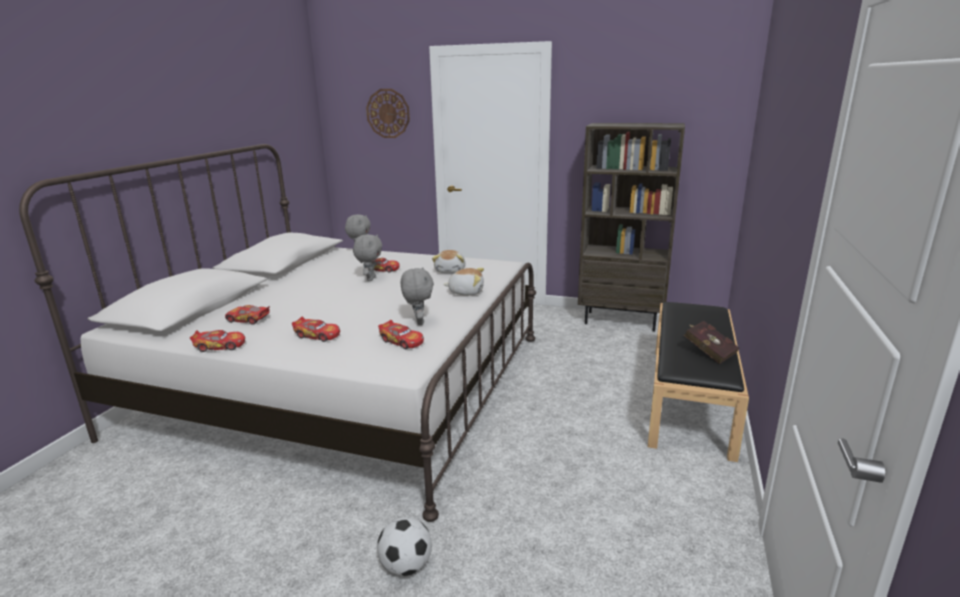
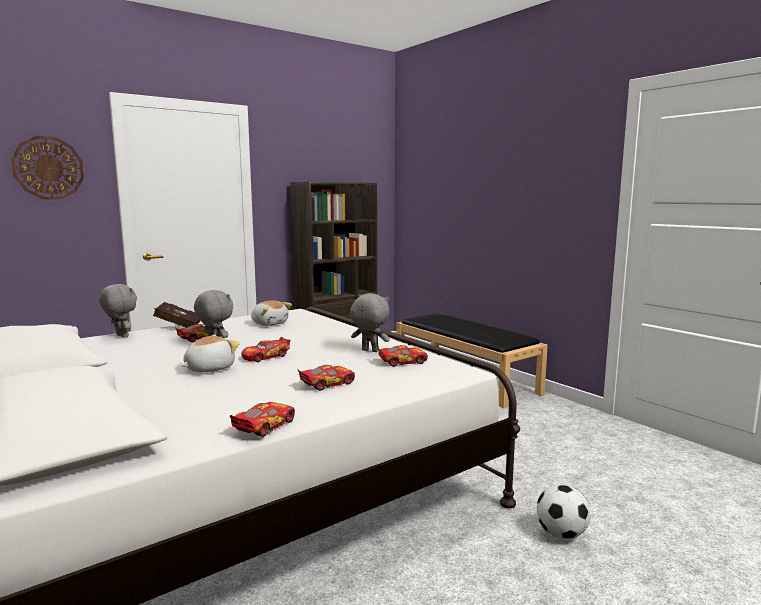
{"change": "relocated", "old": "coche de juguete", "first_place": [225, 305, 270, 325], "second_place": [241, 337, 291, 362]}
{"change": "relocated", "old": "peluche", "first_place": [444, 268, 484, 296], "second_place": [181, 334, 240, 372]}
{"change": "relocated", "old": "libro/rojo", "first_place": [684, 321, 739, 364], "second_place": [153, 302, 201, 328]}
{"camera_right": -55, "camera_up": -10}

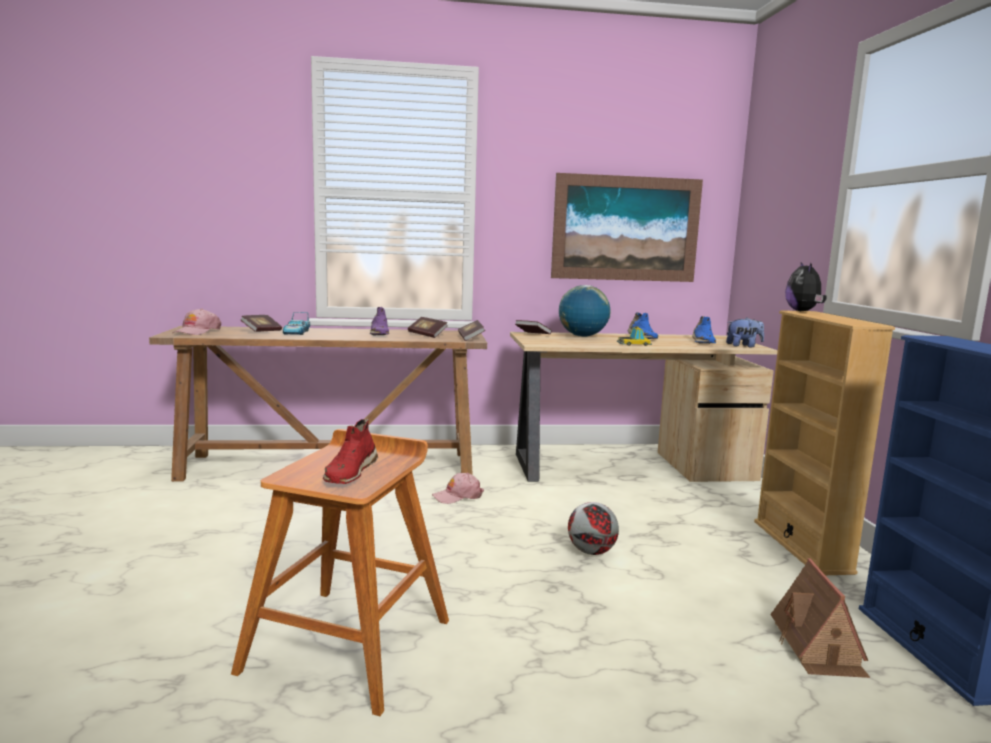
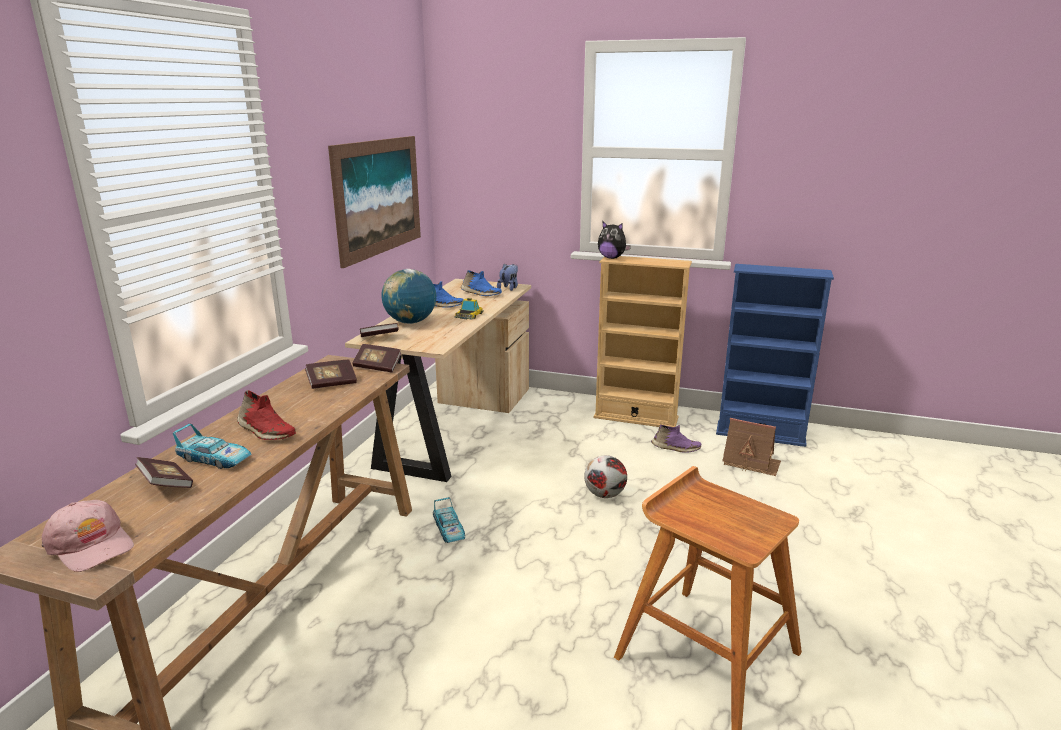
{"change": "relocated", "old": "zapato/rojo", "first_place": [323, 419, 378, 484], "second_place": [237, 390, 296, 440]}
{"change": "relocated", "old": "zapato/morado", "first_place": [370, 307, 389, 335], "second_place": [651, 424, 701, 453]}
{"change": "exchanged", "old": "gorra/rosa", "new": "coche de juguete", "first_place": [432, 473, 484, 504], "second_place": [433, 497, 465, 543]}
{"camera_right": -65, "camera_up": 10}

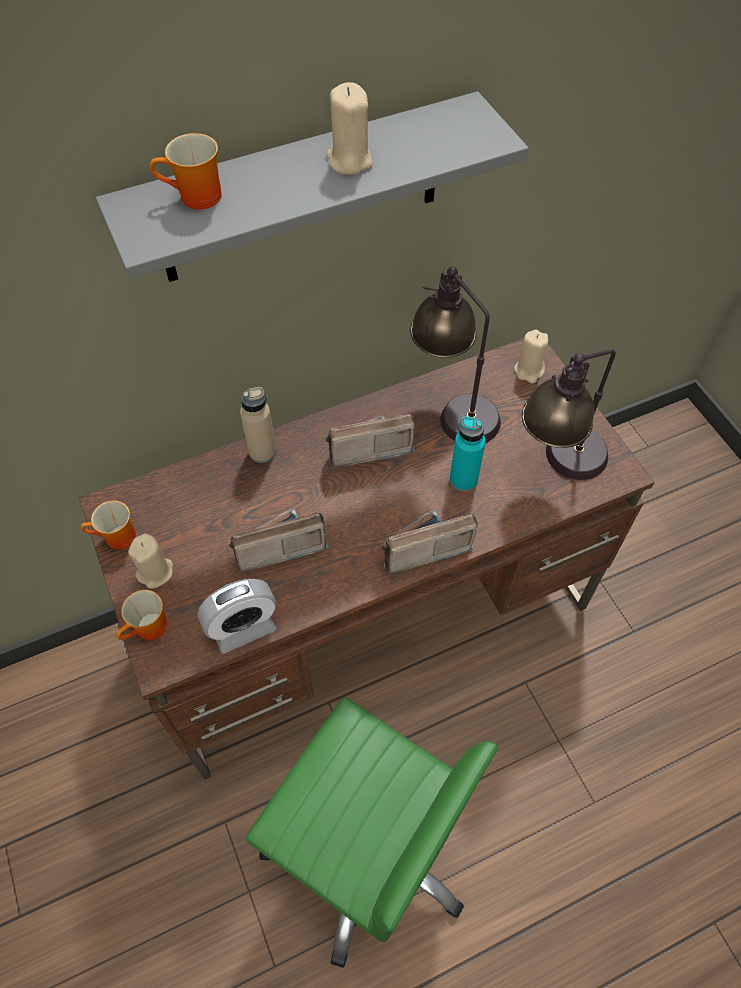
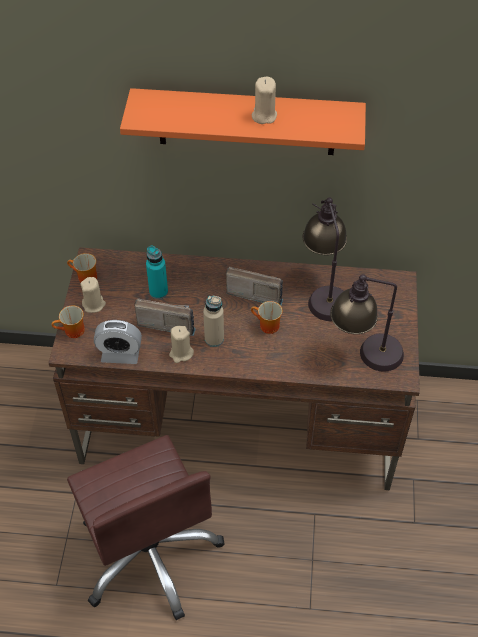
{"change": "colour", "old": "estante/gris", "new": "estante/naranja", "first_place": [96, 91, 529, 282], "second_place": [120, 88, 366, 155]}
{"change": "relocated", "old": "taza grande", "first_place": [150, 133, 222, 210], "second_place": [251, 301, 282, 334]}
{"change": "relocated", "old": "botella/beis", "first_place": [240, 387, 276, 463], "second_place": [203, 296, 224, 347]}
{"change": "colour", "old": "silla de oficina/verde", "new": "silla de oficina/marrón", "first_place": [246, 697, 498, 968], "second_place": [67, 435, 224, 620]}
{"change": "missing", "old": "radio", "first_place": [381, 510, 478, 574]}
{"change": "relocated", "old": "botella/turquesa", "first_place": [450, 416, 486, 492], "second_place": [146, 246, 168, 299]}
{"change": "relocated", "old": "vela/beis", "first_place": [514, 329, 548, 384], "second_place": [169, 326, 194, 363]}
{"camera_right": 30, "camera_up": -5}

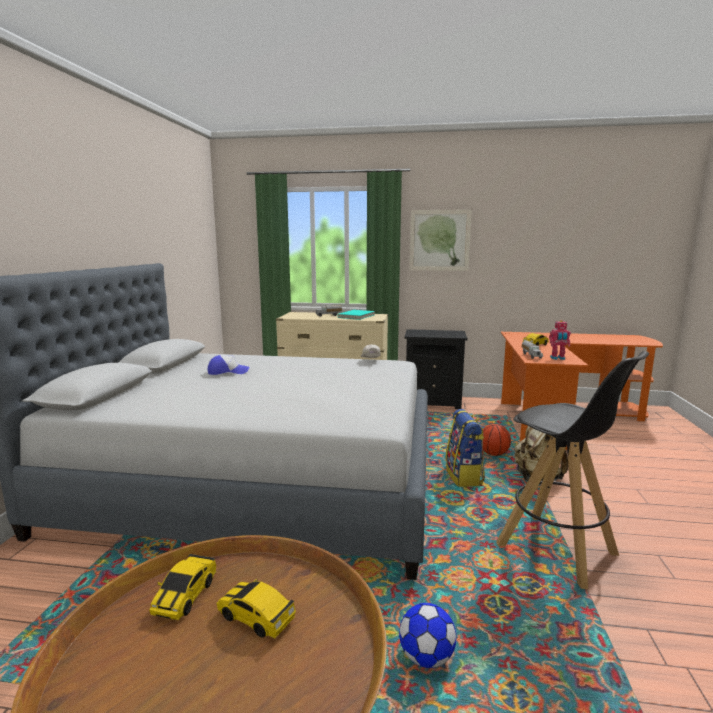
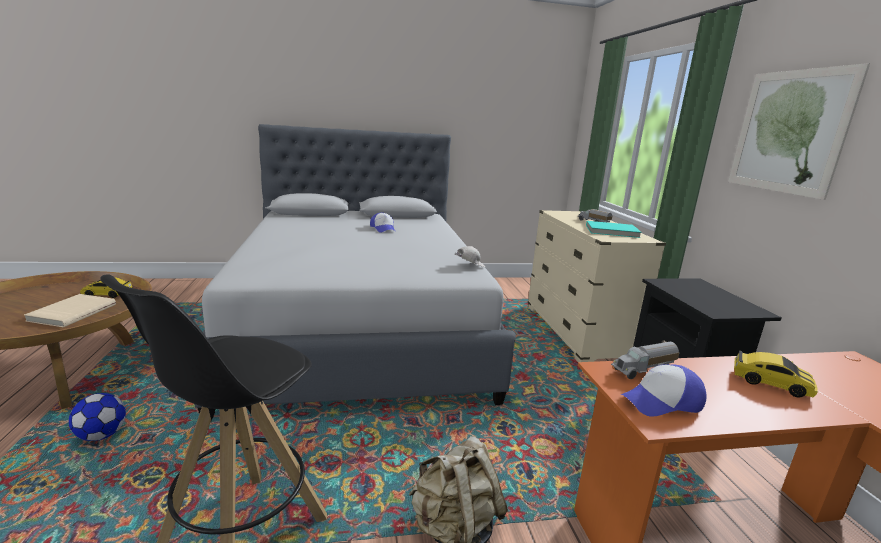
{"change": "exchanged", "old": "coche de juguete", "new": "libro/beis", "first_place": [216, 579, 296, 639], "second_place": [24, 294, 116, 327]}
{"change": "missing", "old": "mochila", "first_place": [445, 409, 485, 487]}
{"change": "missing", "old": "balón de baloncesto", "first_place": [483, 424, 511, 456]}
{"change": "exchanged", "old": "robot de juguete", "new": "gorra", "first_place": [549, 320, 571, 360], "second_place": [620, 364, 707, 417]}
{"camera_right": 70, "camera_up": 5}

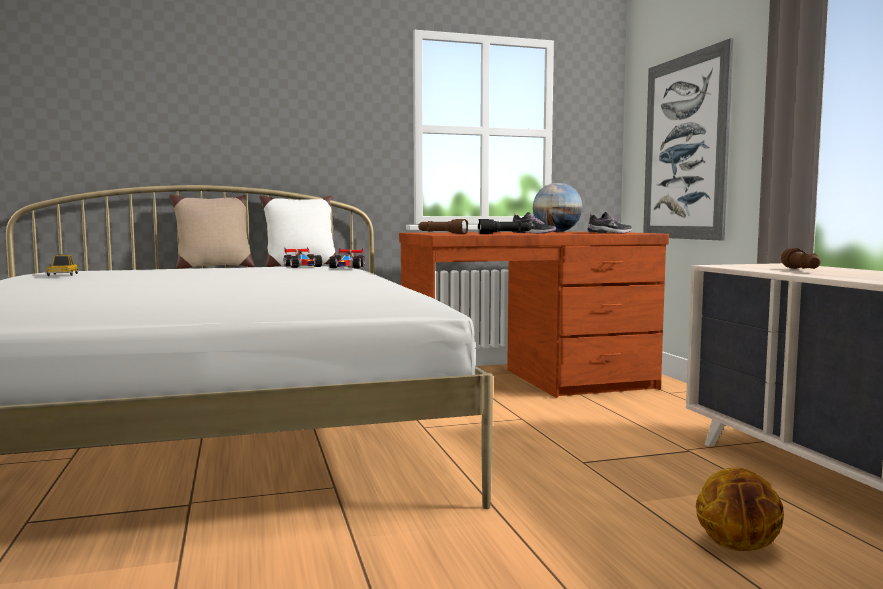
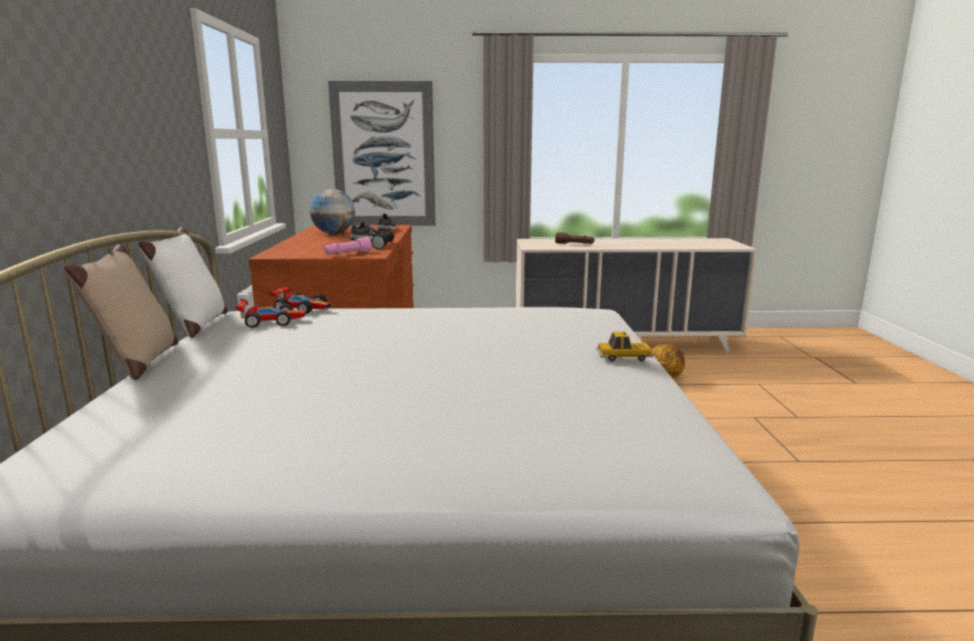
{"change": "relocated", "old": "coche de juguete", "first_place": [45, 254, 79, 276], "second_place": [596, 331, 654, 362]}
{"change": "colour", "old": "linterna/marrón", "new": "linterna/rosa", "first_place": [418, 219, 468, 234], "second_place": [324, 237, 372, 254]}
{"camera_right": -75, "camera_up": 10}

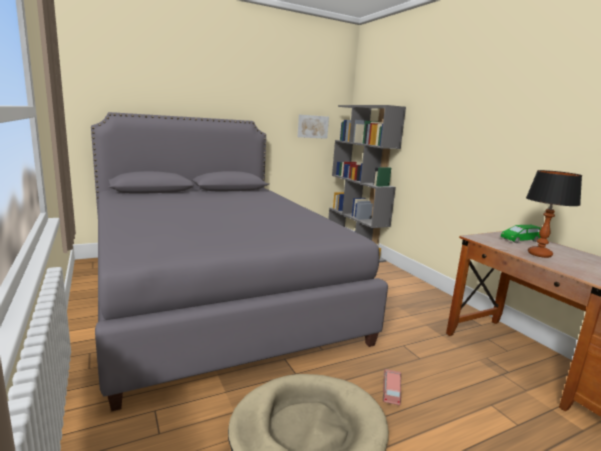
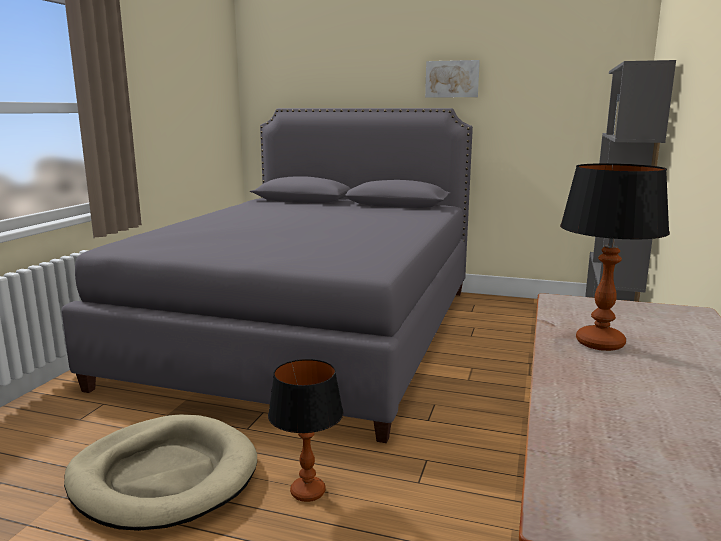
{"change": "relocated", "old": "cuadro", "first_place": [298, 115, 329, 139], "second_place": [425, 60, 480, 98]}
{"change": "exchanged", "old": "coche de juguete/rosa", "new": "lámpara de mesa", "first_place": [383, 369, 401, 405], "second_place": [268, 359, 344, 502]}
{"change": "missing", "old": "coche de juguete/verde", "first_place": [501, 225, 541, 243]}
{"camera_right": 45, "camera_up": 0}

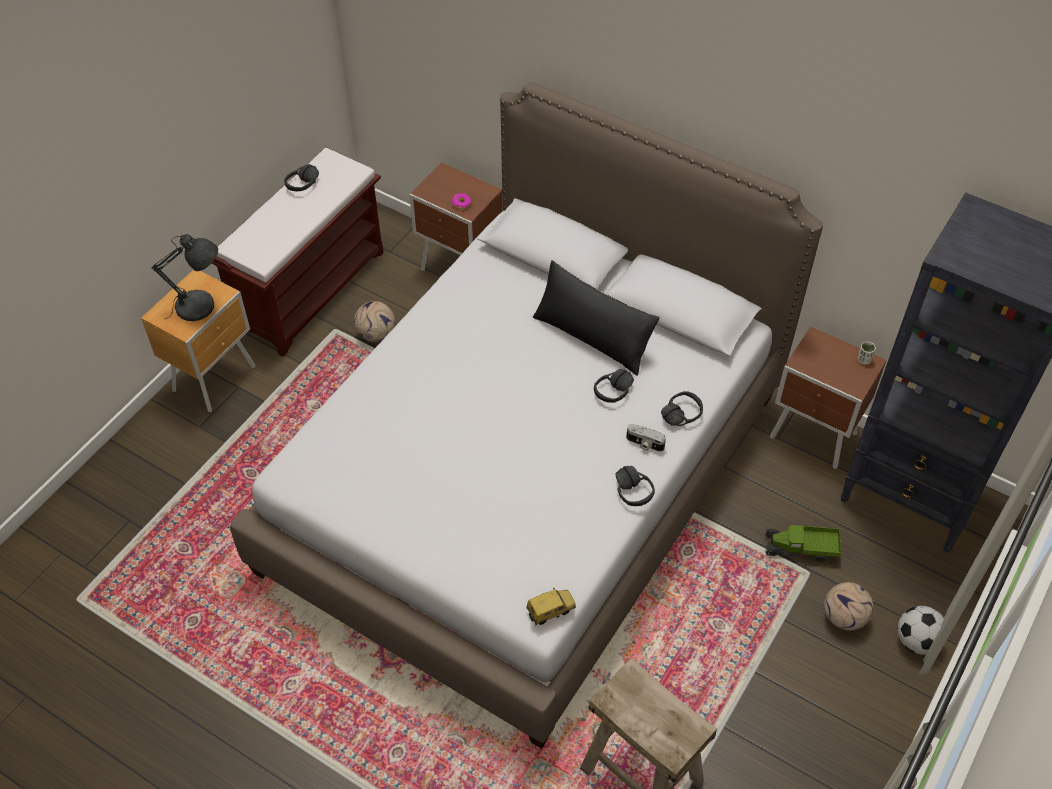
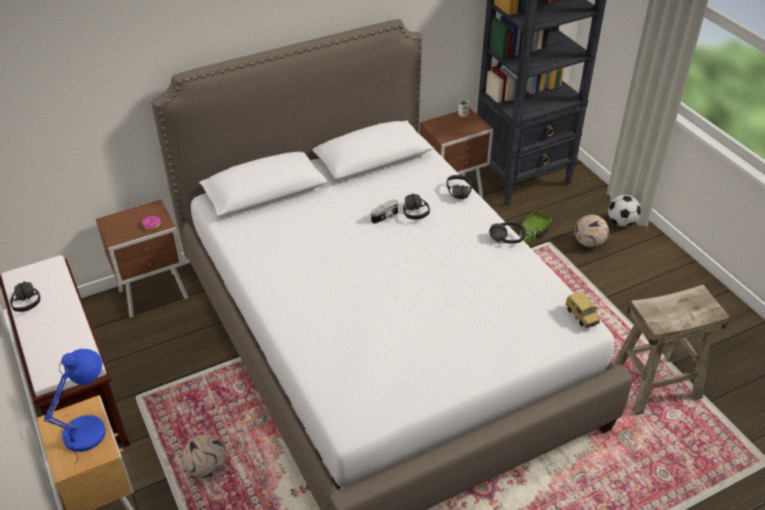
{"change": "colour", "old": "lámpara de mesa/gris", "new": "lámpara de mesa/azul", "first_place": [152, 234, 218, 321], "second_place": [44, 349, 106, 463]}
{"change": "relocated", "old": "balón de fútbol", "first_place": [354, 301, 395, 342], "second_place": [182, 435, 226, 478]}
{"change": "spun", "old": "coche de juguete", "first_place": [526, 587, 576, 625], "second_place": [565, 291, 600, 328], "degrees": 150}
{"change": "missing", "old": "cojín/negro", "first_place": [533, 260, 660, 376]}
{"change": "relocated", "old": "cámara", "first_place": [626, 424, 666, 452], "second_place": [371, 199, 398, 224]}
{"camera_right": -60, "camera_up": -10}

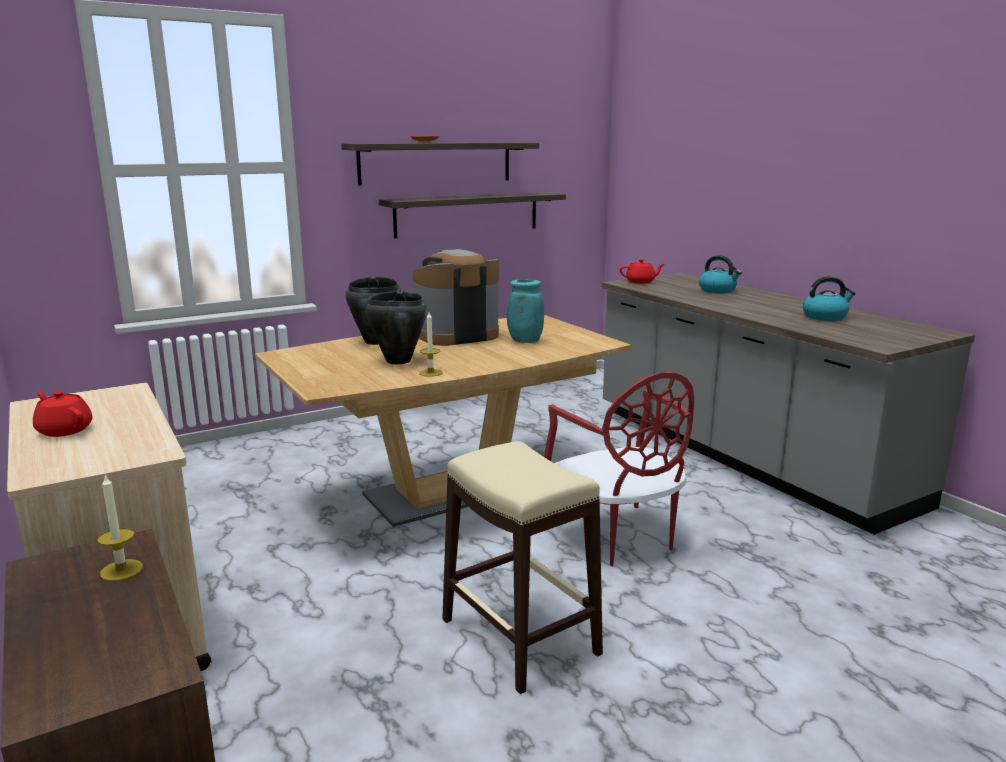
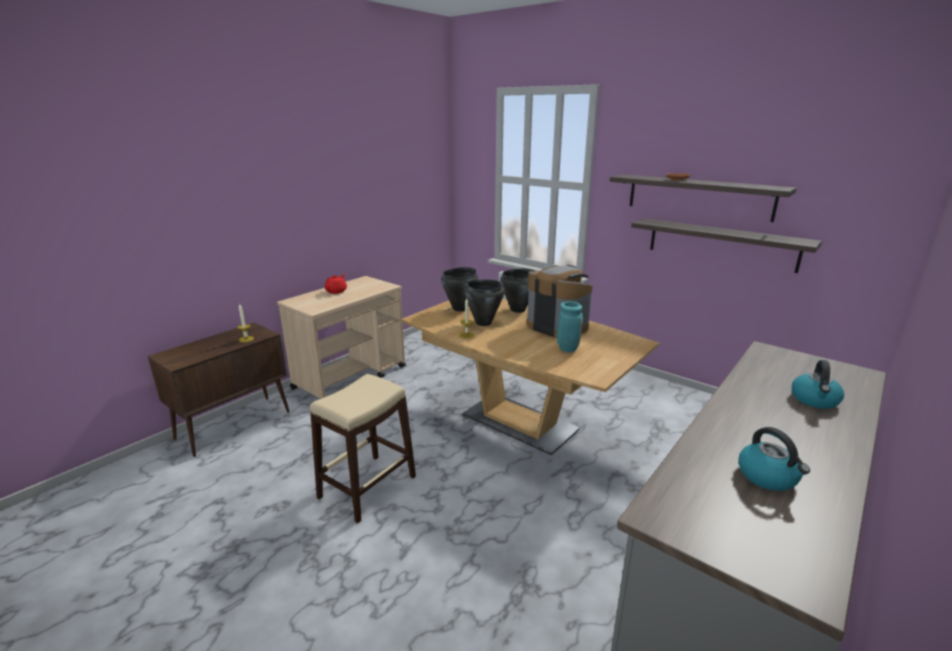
{"change": "missing", "old": "silla/rojo", "first_place": [544, 372, 694, 566]}
{"change": "missing", "old": "tetera/rojo", "first_place": [620, 259, 665, 283]}
{"change": "appeared", "new": "olla/negro", "second_place": [441, 267, 478, 312]}
{"camera_right": 70, "camera_up": 5}

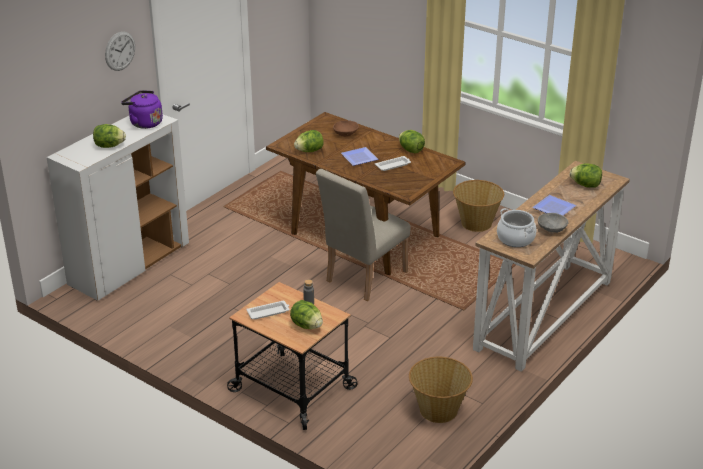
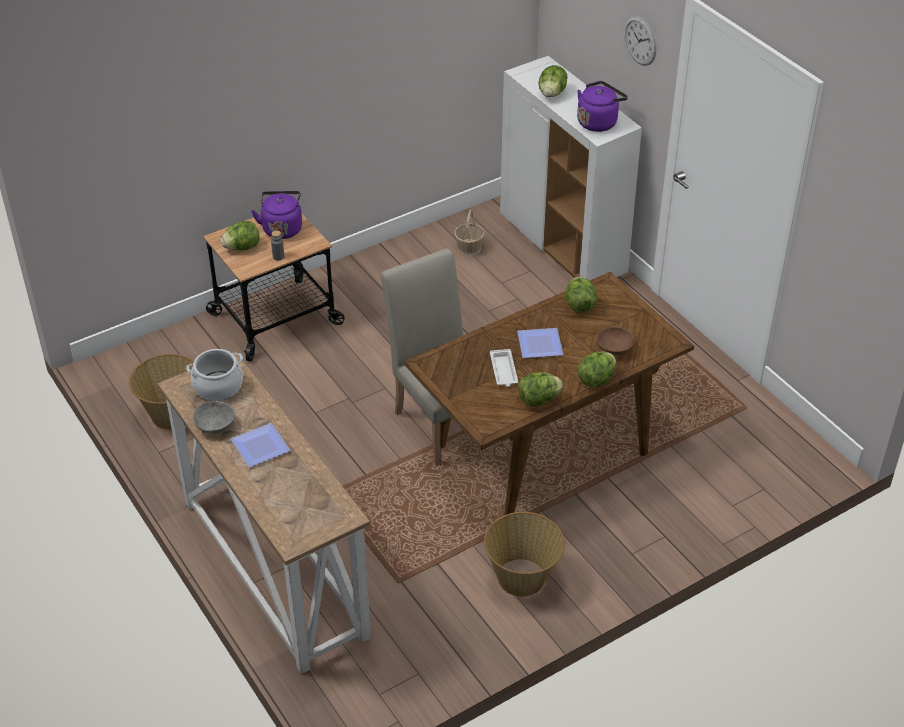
{"change": "exchanged", "old": "bandeja/blanco", "new": "hervidor/morado", "first_place": [246, 301, 289, 319], "second_place": [251, 191, 302, 239]}
{"change": "relocated", "old": "lechuga", "first_place": [570, 163, 602, 188], "second_place": [577, 352, 616, 387]}
{"change": "appeared", "new": "cesta", "second_place": [454, 210, 484, 256]}
{"camera_right": 110, "camera_up": 10}

